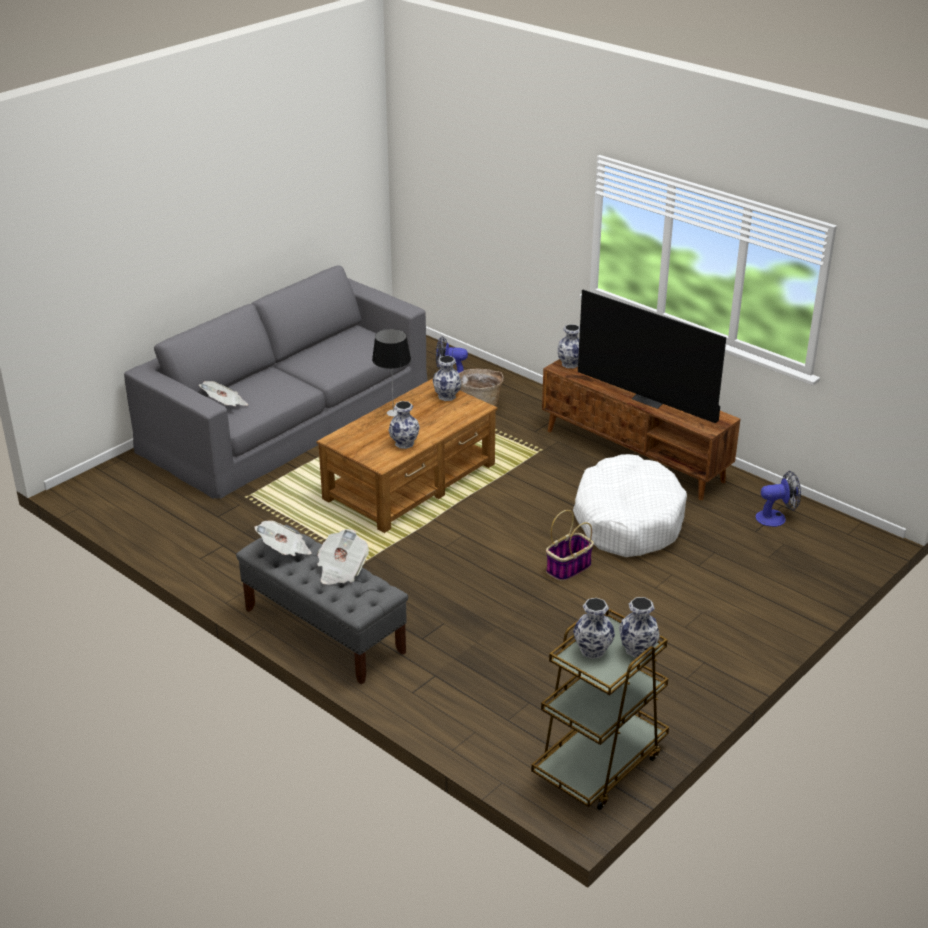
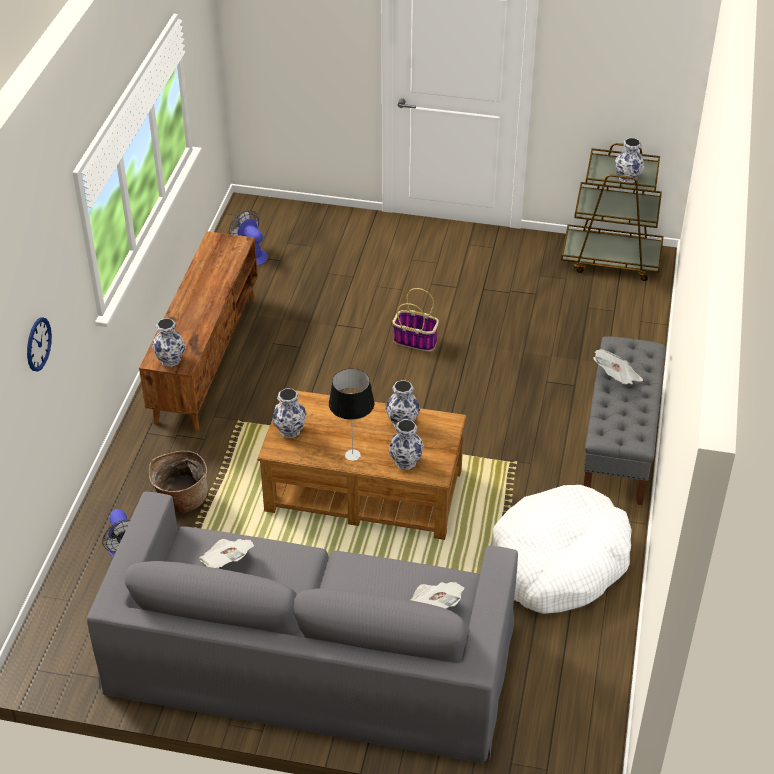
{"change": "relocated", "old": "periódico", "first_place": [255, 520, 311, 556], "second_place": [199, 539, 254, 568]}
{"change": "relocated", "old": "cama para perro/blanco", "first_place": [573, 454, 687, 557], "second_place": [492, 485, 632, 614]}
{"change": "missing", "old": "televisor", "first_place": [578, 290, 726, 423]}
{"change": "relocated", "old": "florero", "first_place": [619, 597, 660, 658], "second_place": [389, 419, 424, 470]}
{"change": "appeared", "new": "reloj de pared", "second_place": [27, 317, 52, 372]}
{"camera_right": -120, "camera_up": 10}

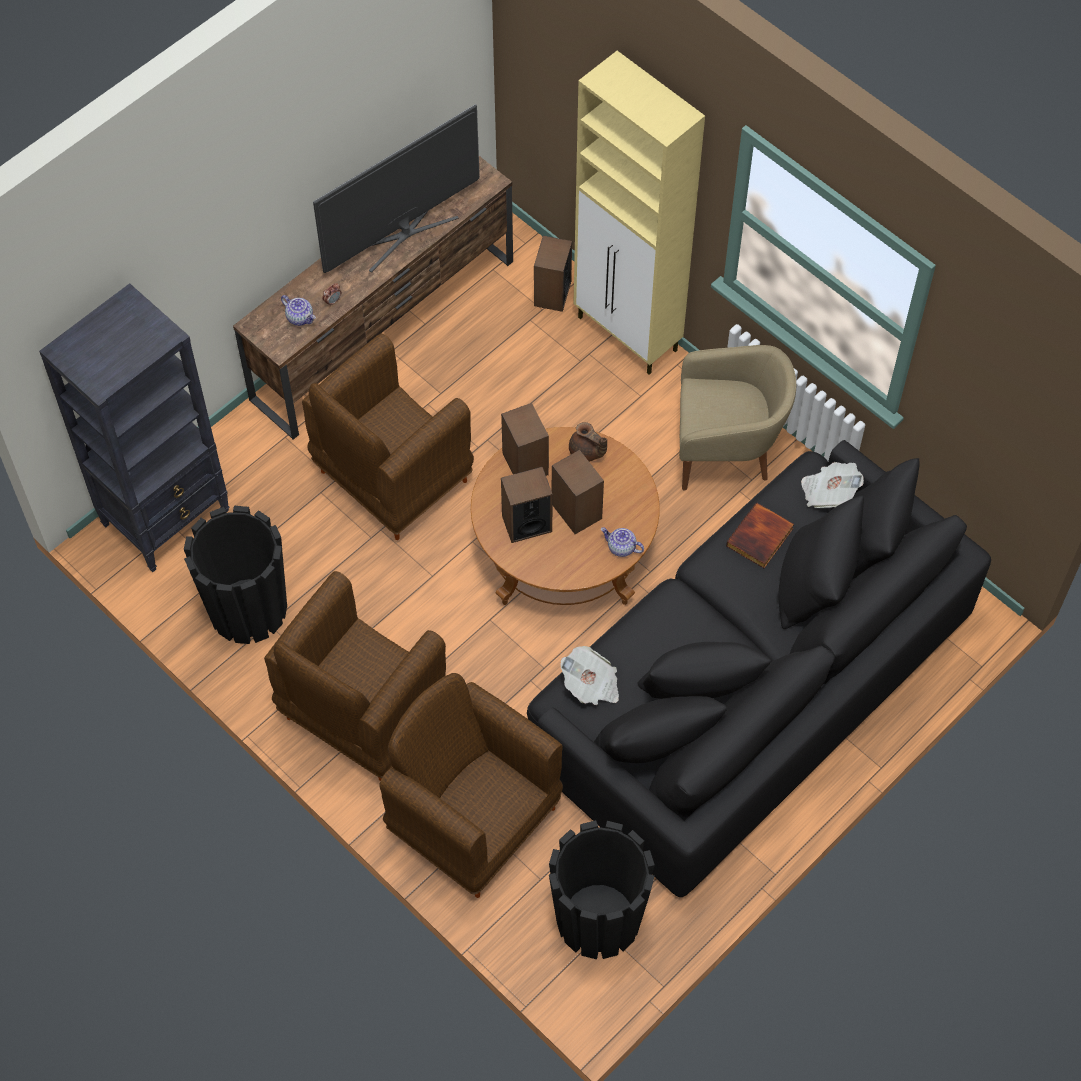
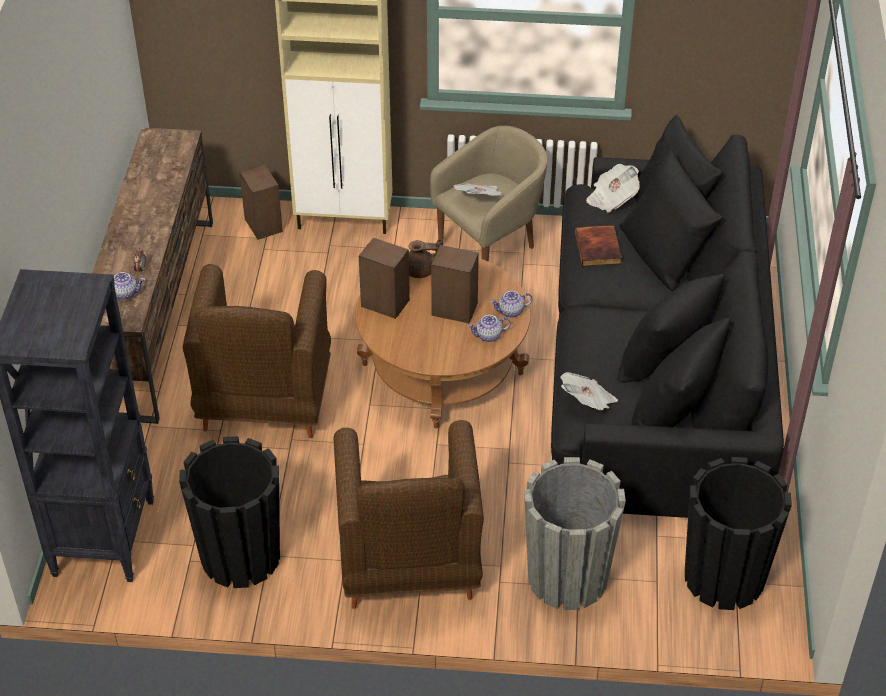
{"change": "missing", "old": "televisor", "first_place": [313, 104, 480, 273]}
{"change": "exchanged", "old": "sillón/marrón", "new": "maceta/gris", "first_place": [380, 673, 563, 898], "second_place": [524, 457, 626, 610]}
{"change": "missing", "old": "altavoz", "first_place": [501, 467, 553, 543]}
{"change": "appeared", "new": "periódico", "second_place": [454, 183, 502, 196]}
{"change": "appeared", "new": "tetera", "second_place": [468, 315, 511, 342]}
{"camera_right": -40, "camera_up": -15}

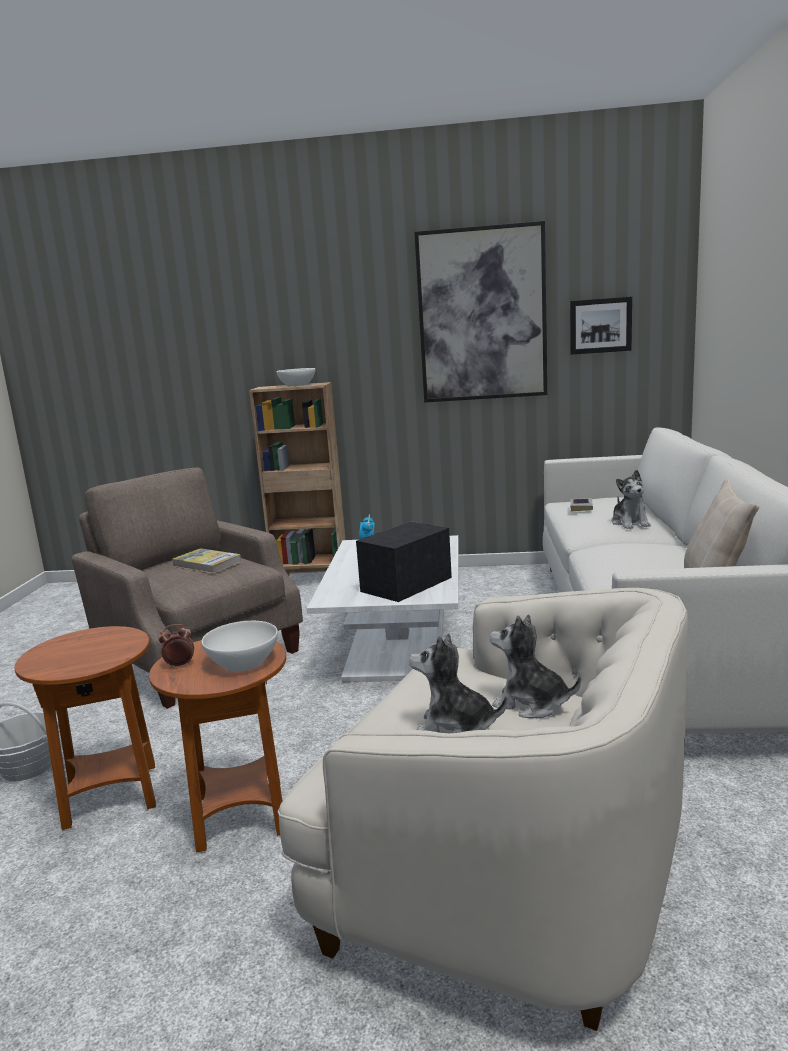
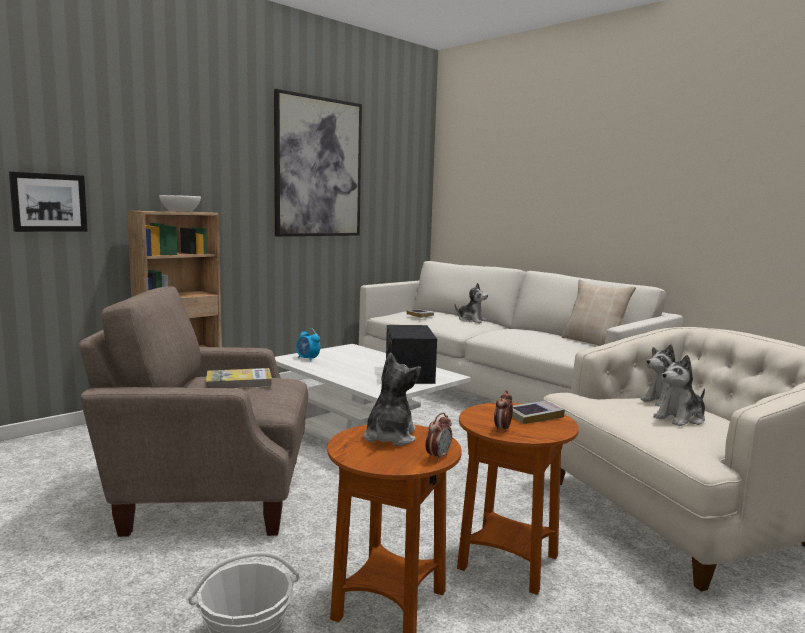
{"change": "exchanged", "old": "cuenco/blanco", "new": "libro", "first_place": [202, 621, 278, 672], "second_place": [512, 401, 565, 424]}
{"change": "relocated", "old": "cuadro", "first_place": [570, 296, 632, 355], "second_place": [9, 171, 88, 232]}
{"change": "appeared", "new": "peluche", "second_place": [363, 353, 421, 446]}
{"change": "appeared", "new": "despertador", "second_place": [425, 413, 452, 461]}
{"camera_right": -50, "camera_up": -5}

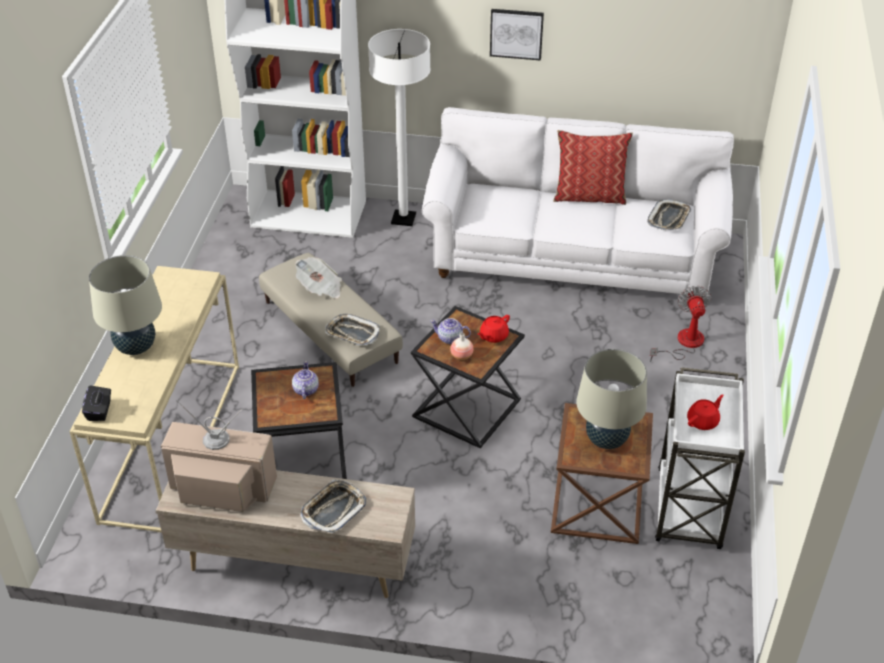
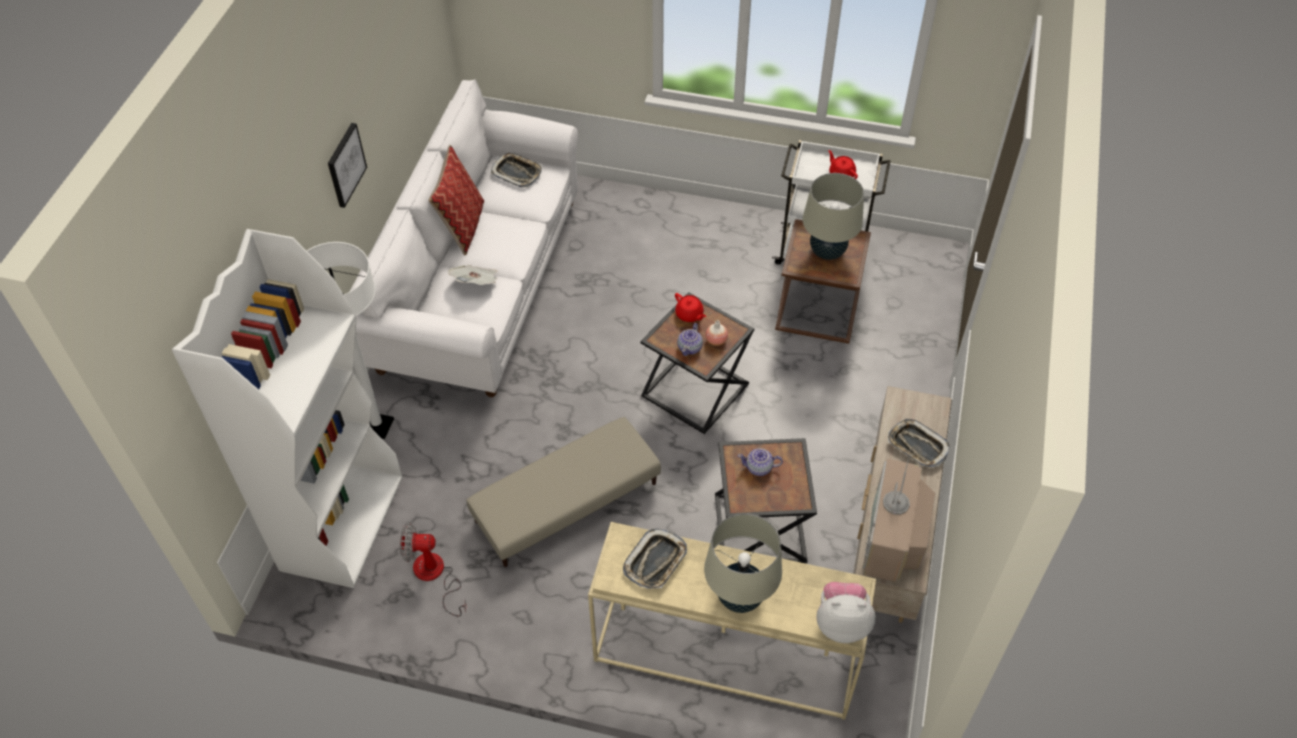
{"change": "exchanged", "old": "caja de pañuelos/negro", "new": "peluche", "first_place": [82, 385, 111, 421], "second_place": [817, 582, 876, 643]}
{"change": "relocated", "old": "periódico", "first_place": [295, 257, 342, 298], "second_place": [448, 265, 498, 285]}
{"change": "relocated", "old": "bandeja", "first_place": [325, 314, 380, 345], "second_place": [623, 529, 687, 589]}
{"change": "relocated", "old": "ventilador", "first_place": [650, 286, 711, 362], "second_place": [400, 523, 467, 616]}
{"camera_right": -85, "camera_up": 10}

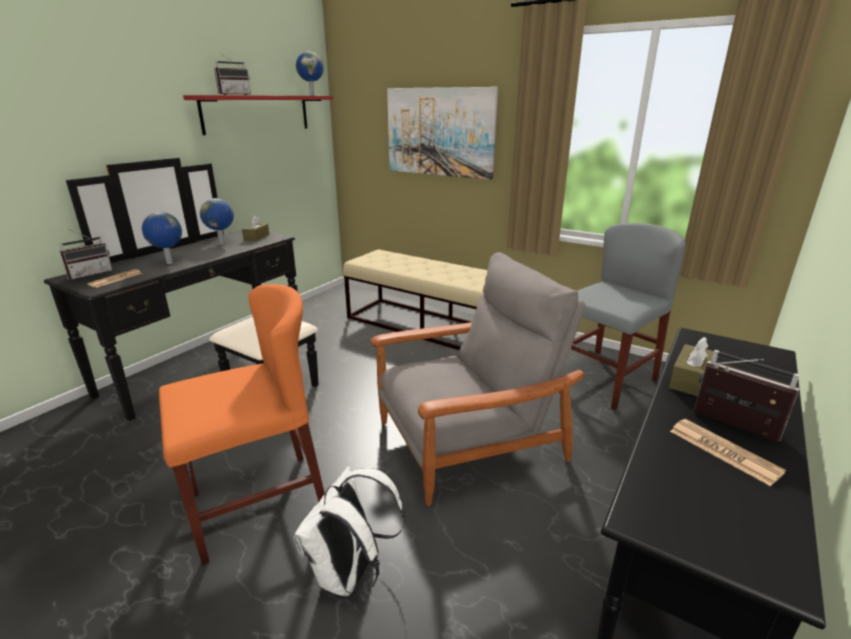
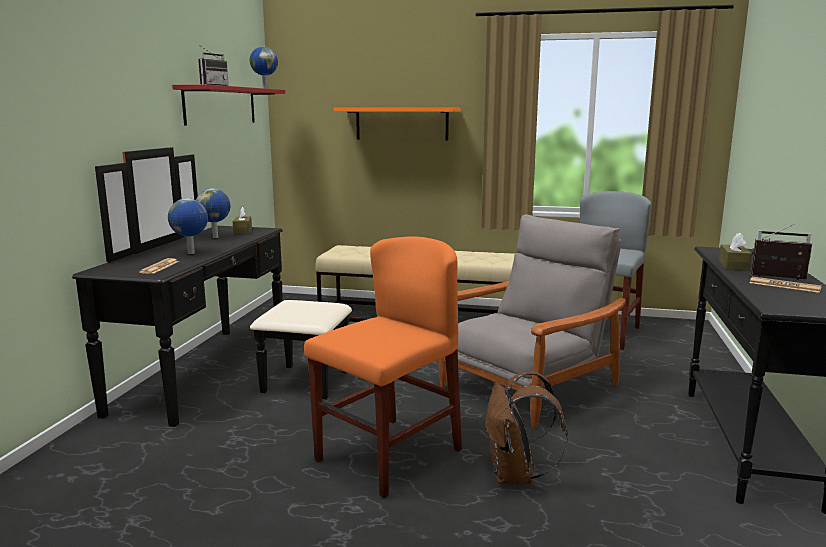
{"change": "missing", "old": "radio", "first_place": [59, 229, 113, 280]}
{"change": "colour", "old": "mochila/blanco", "new": "mochila/marrón", "first_place": [294, 466, 405, 596], "second_place": [485, 371, 568, 484]}
{"change": "exchanged", "old": "cuadro", "new": "estante/naranja", "first_place": [387, 87, 498, 180], "second_place": [334, 108, 461, 140]}
{"camera_right": -20, "camera_up": -10}

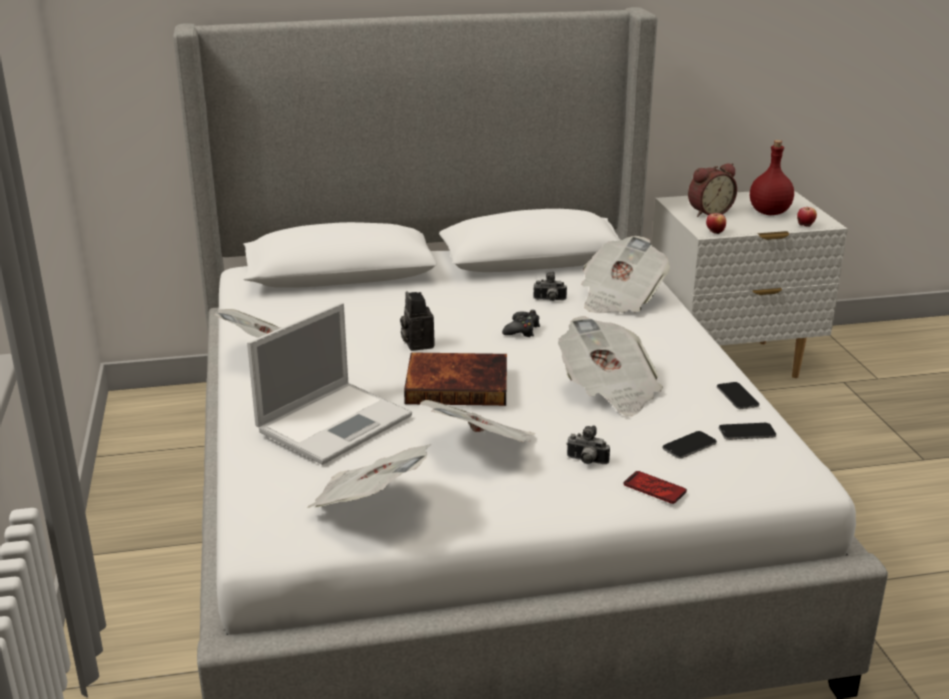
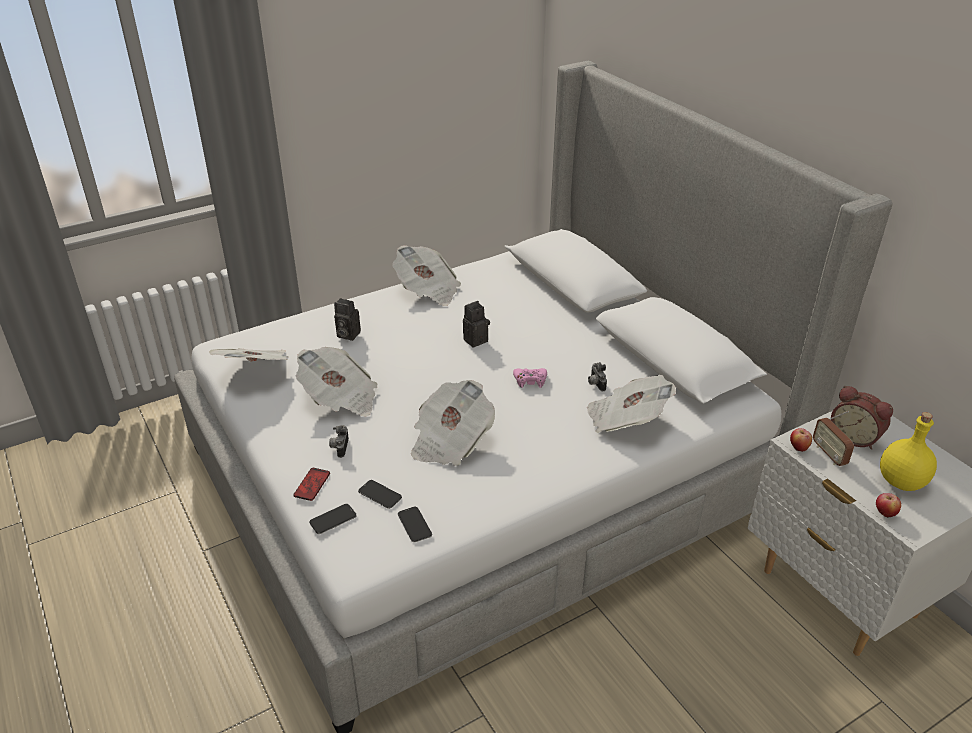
{"change": "exchanged", "old": "portátil", "new": "cámara", "first_place": [247, 303, 412, 465], "second_place": [334, 298, 361, 341]}
{"change": "missing", "old": "libro", "first_place": [404, 352, 507, 406]}
{"change": "colour", "old": "mando de consola/negro", "new": "mando de consola/rosa", "first_place": [502, 310, 540, 337], "second_place": [513, 368, 547, 388]}
{"change": "relocated", "old": "móvil", "first_place": [717, 382, 759, 409], "second_place": [309, 504, 357, 534]}
{"change": "colour", "old": "botella/rojo", "new": "botella/amarillo", "first_place": [750, 140, 794, 215], "second_place": [880, 412, 937, 491]}
{"change": "appeared", "new": "radio", "second_place": [813, 411, 854, 466]}
{"camera_right": 70, "camera_up": 10}

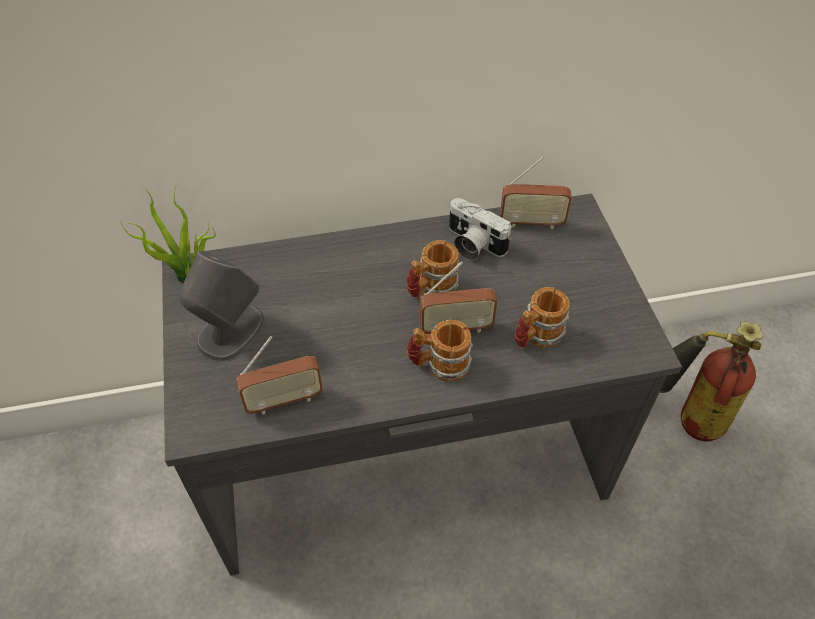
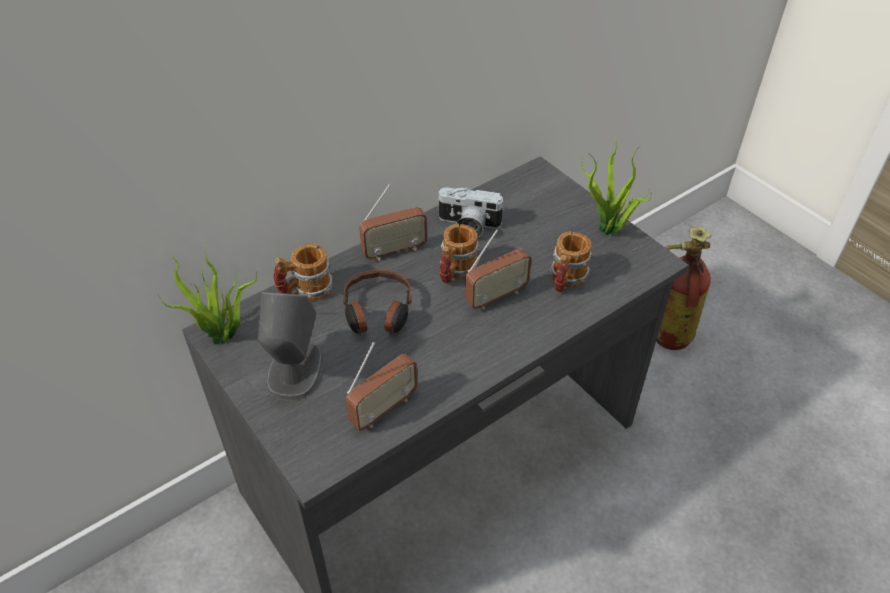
{"change": "relocated", "old": "taza grande", "first_place": [407, 320, 473, 382], "second_place": [274, 244, 333, 301]}
{"change": "relocated", "old": "radio", "first_place": [500, 156, 572, 229], "second_place": [359, 184, 427, 261]}
{"change": "appeared", "new": "auriculares", "second_place": [343, 270, 411, 336]}
{"change": "appeared", "new": "planta en maceta", "second_place": [582, 143, 651, 236]}
{"camera_right": -25, "camera_up": -5}

